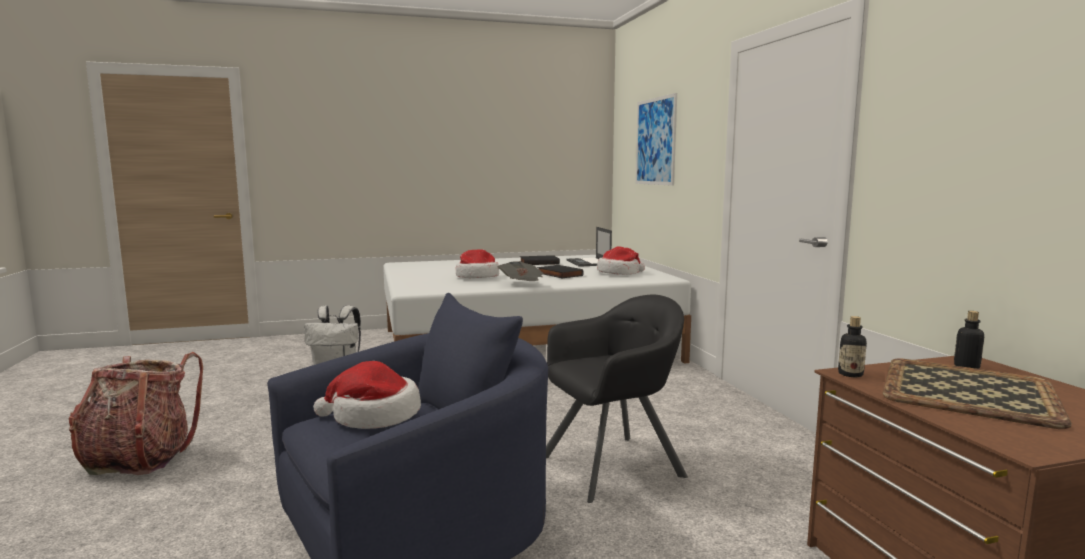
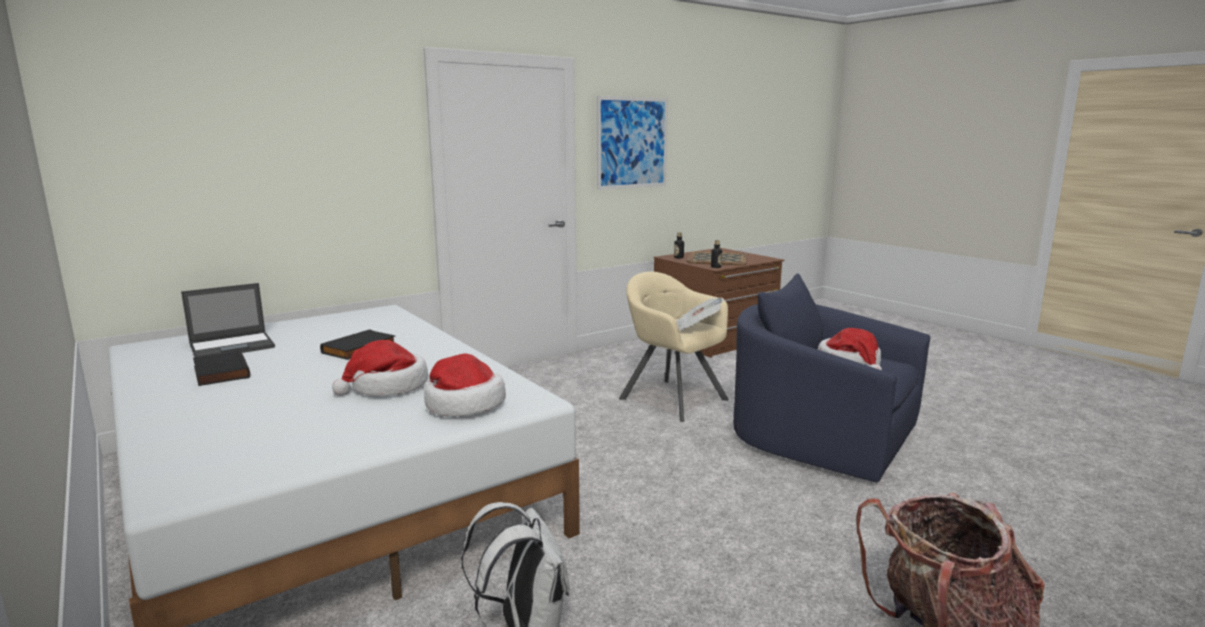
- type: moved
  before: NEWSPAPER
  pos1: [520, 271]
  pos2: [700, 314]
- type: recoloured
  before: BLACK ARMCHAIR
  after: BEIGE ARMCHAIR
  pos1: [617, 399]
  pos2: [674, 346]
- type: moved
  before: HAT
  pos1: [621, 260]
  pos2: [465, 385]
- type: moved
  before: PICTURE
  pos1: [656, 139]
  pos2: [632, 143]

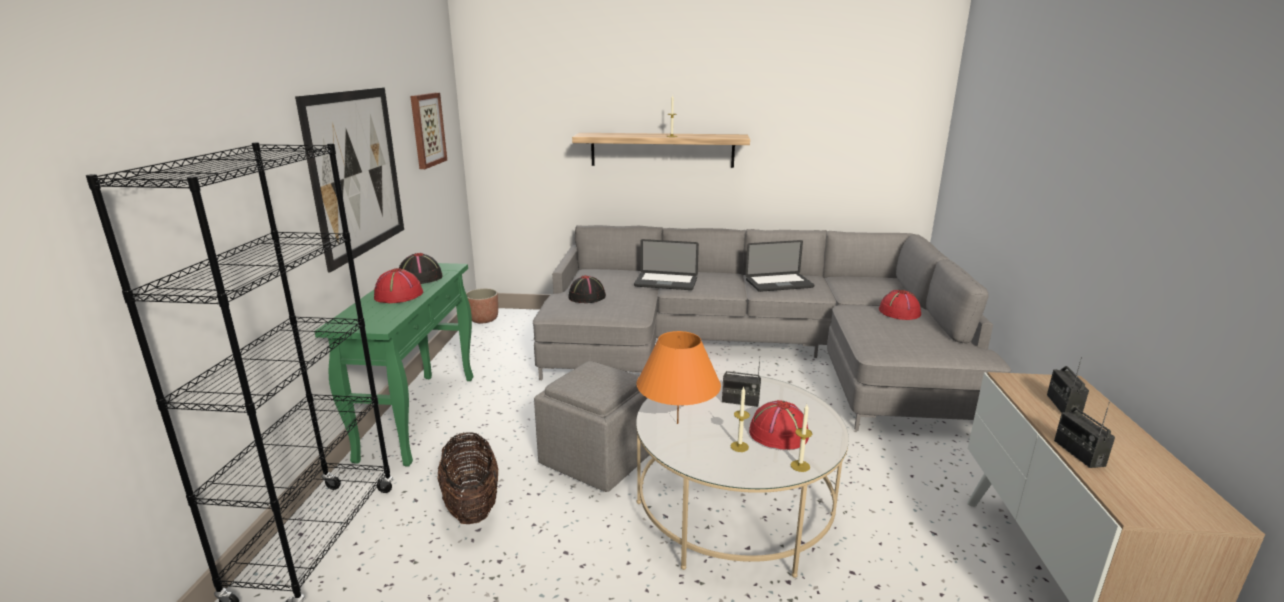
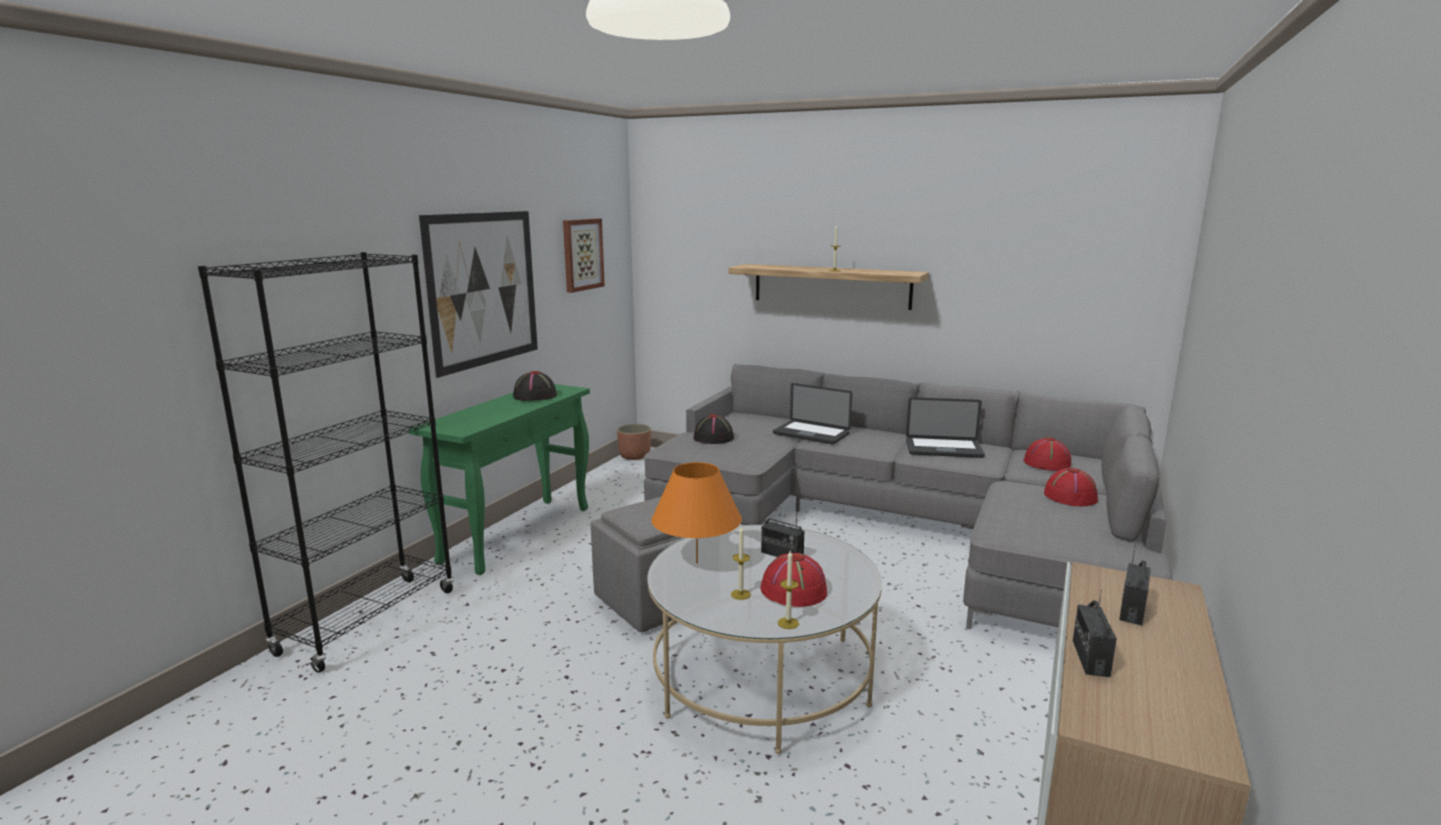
- type: moved
  before: RED HAT
  pos1: [398, 285]
  pos2: [1047, 454]
- type: removed
  before: BASKET
  pos1: [467, 478]

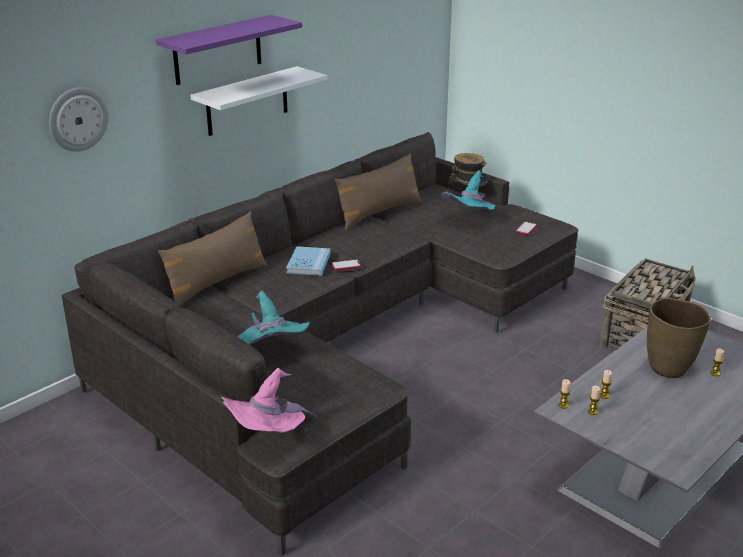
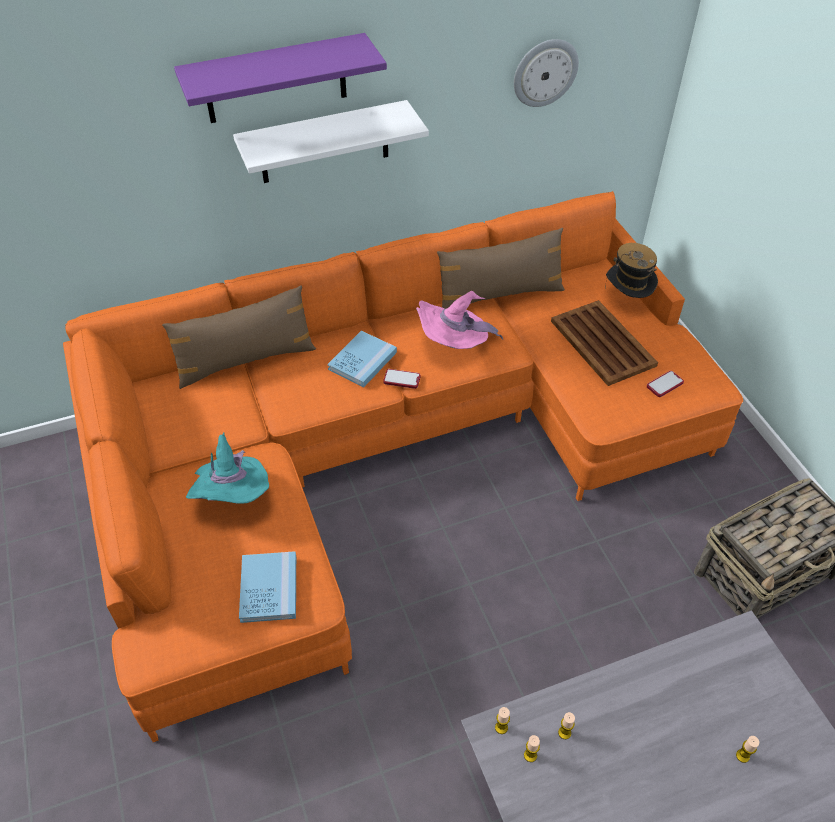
- type: moved
  before: WALL CLOCK
  pos1: [79, 119]
  pos2: [546, 73]
- type: recoloured
  before: GREY SOFA
  after: ORANGE SOFA
  pos1: [320, 344]
  pos2: [403, 466]
- type: moved
  before: PINK HAT
  pos1: [269, 400]
  pos2: [459, 320]
- type: replaced
  before: TURQUOISE HAT
  after: BROWN TRAY
  pos1: [468, 190]
  pos2: [604, 343]
- type: removed
  before: BROWN VASE
  pos1: [679, 338]
- type: added
  after: BLUE BOOK
  pos2: [267, 587]

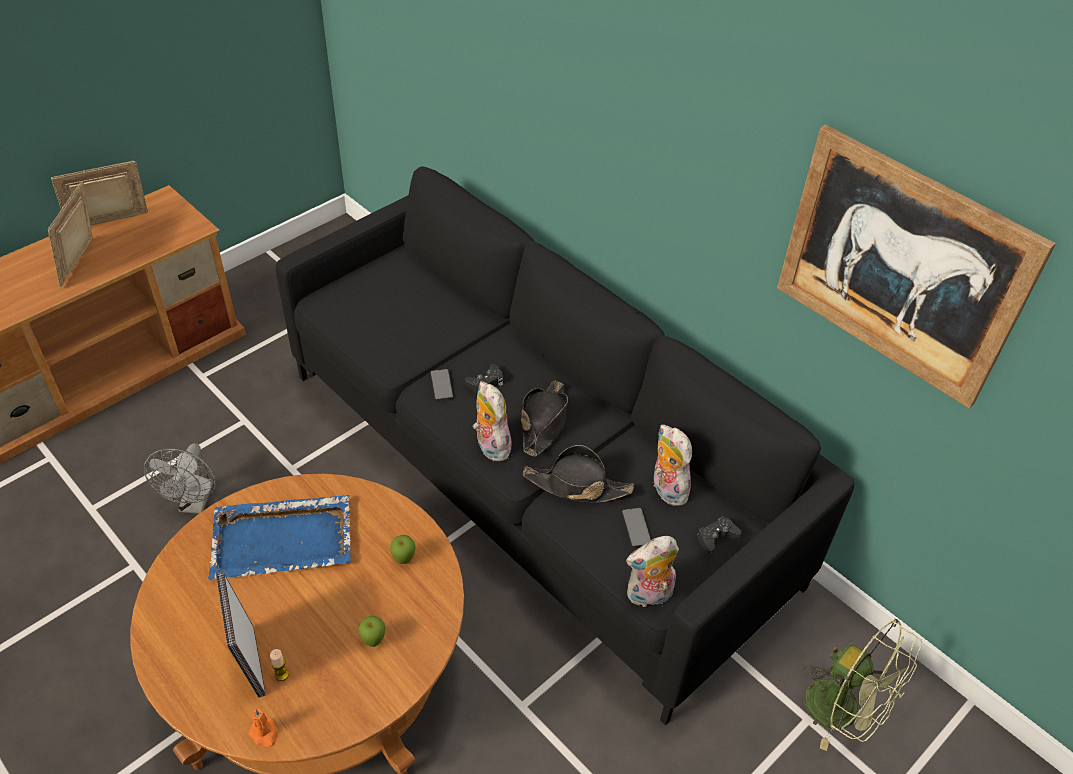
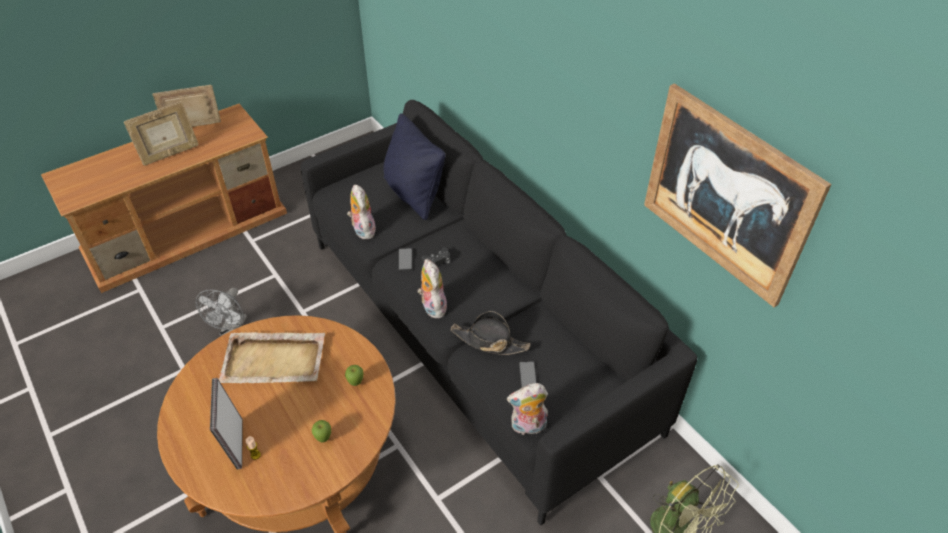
- type: turned
  before: PICTURE FRAME
  pos1: [70, 234]
  pos2: [161, 133]
  turn: -135
- type: recoloured
  before: BLUE TRAY
  after: BEIGE TRAY
  pos1: [279, 537]
  pos2: [272, 358]
- type: removed
  before: ORANGE CANDLE
  pos1: [263, 728]
- type: removed
  before: BLACK HAT
  pos1: [544, 418]
- type: moved
  before: PLUSH TOY
  pos1: [672, 465]
  pos2: [361, 212]
- type: removed
  before: BLACK GAME CONTROLLER
  pos1: [719, 535]
- type: added
  after: BLACK PILLOW
  pos2: [414, 166]

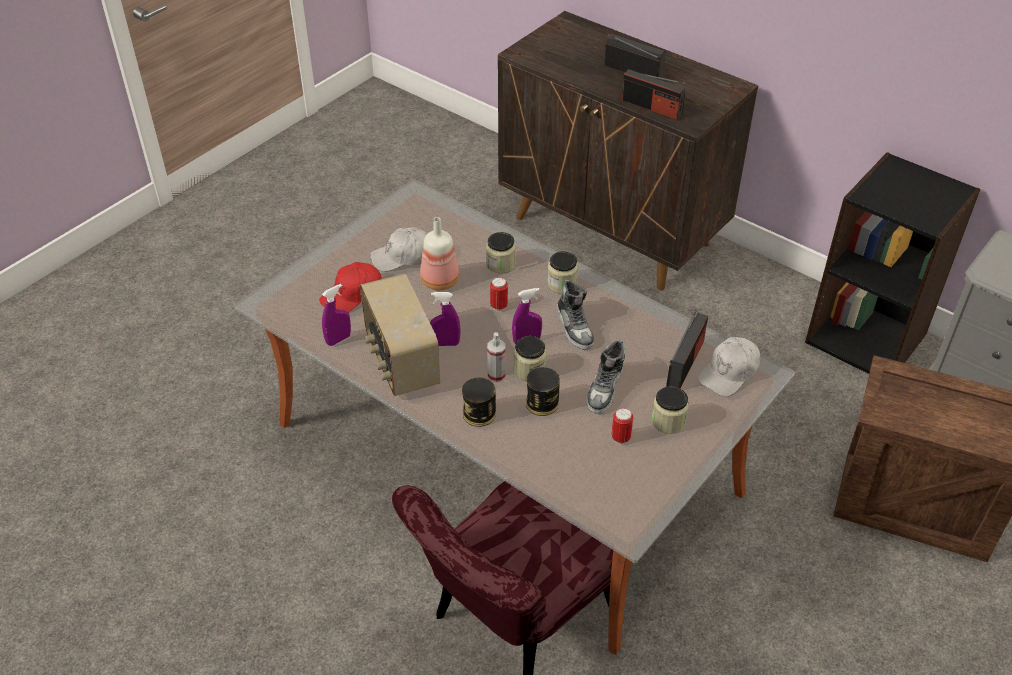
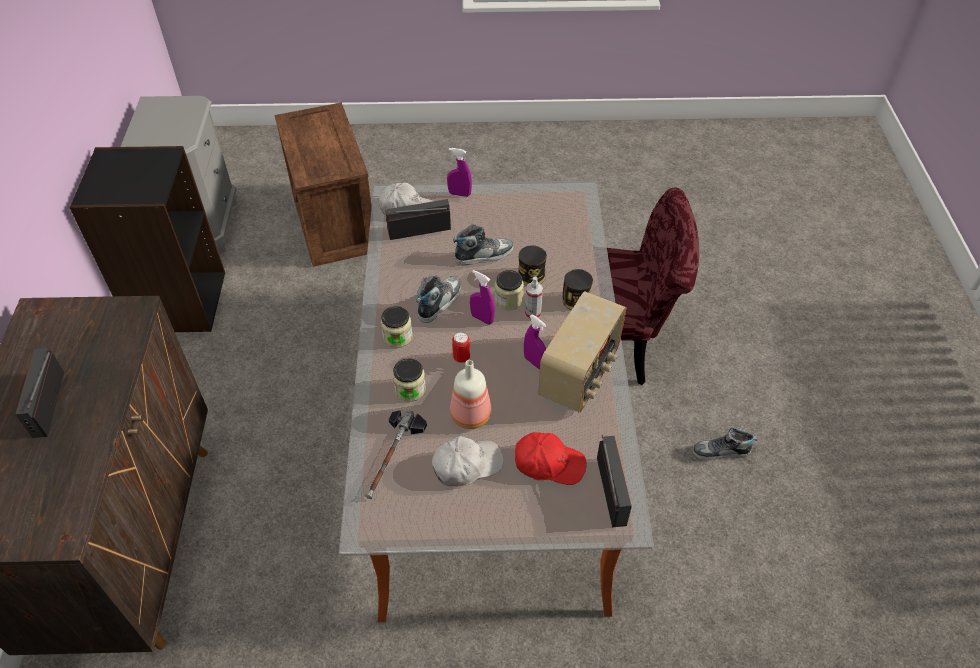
- type: moved
  before: PURPLE SPRAY BOTTLE
  pos1: [336, 315]
  pos2: [459, 172]
- type: turned
  before: WHITE CAP
  pos1: [399, 249]
  pos2: [467, 461]
  turn: -60
- type: removed
  before: CAN
  pos1: [622, 426]
- type: moved
  before: RADIO
  pos1: [653, 94]
  pos2: [614, 481]
- type: removed
  before: JAR
  pos1: [670, 410]
- type: added
  after: HAMMER
  pos2: [396, 454]
- type: added
  after: SHOE
  pos2: [724, 444]

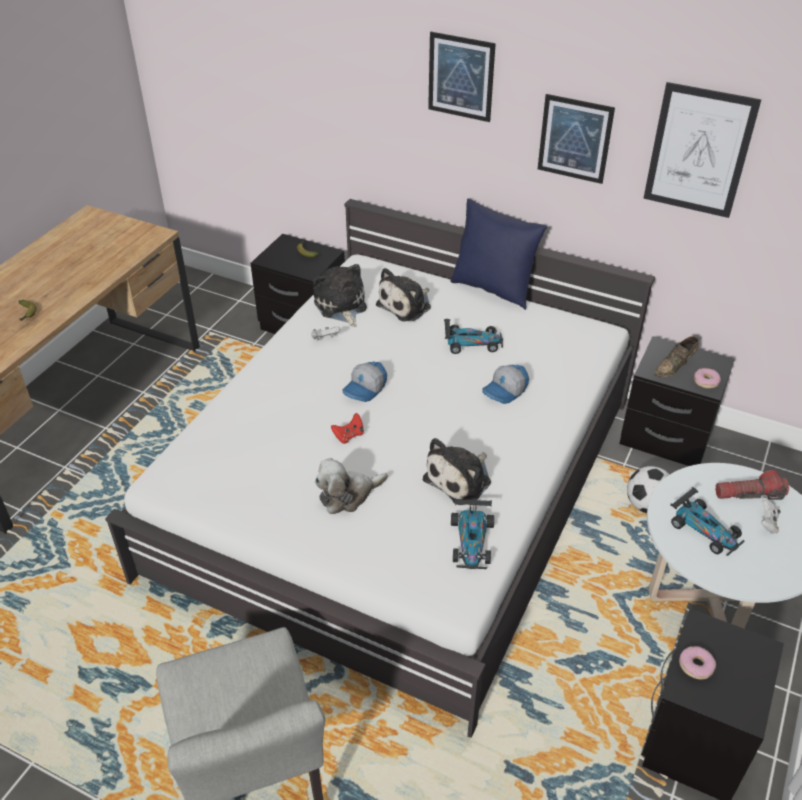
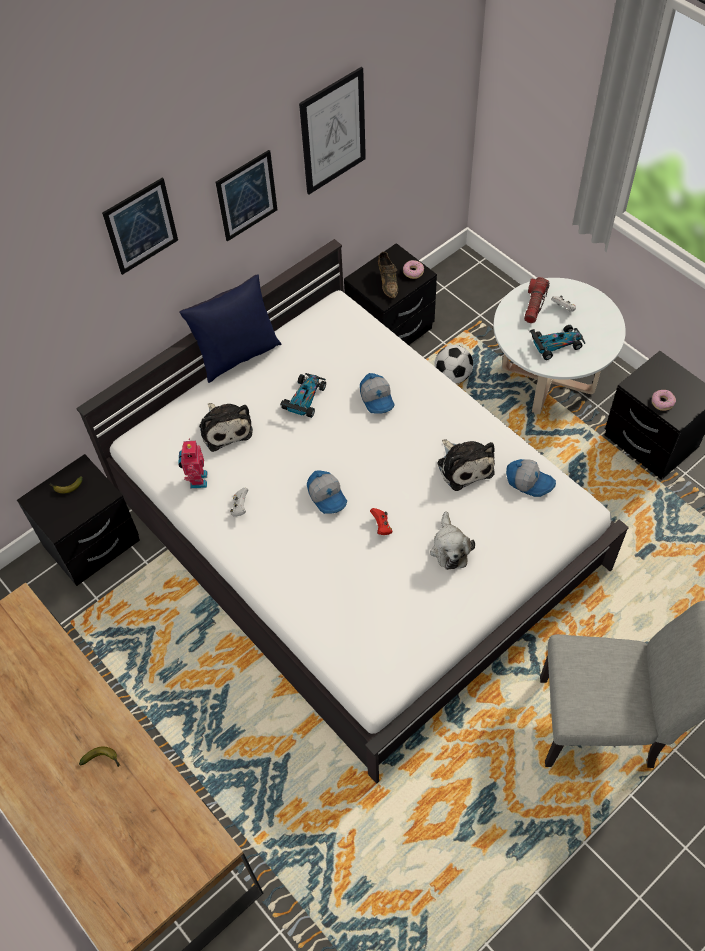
- type: replaced
  before: PLUSH TOY
  after: TOY ROBOT
  pos1: [340, 295]
  pos2: [192, 463]
- type: replaced
  before: TOY CAR
  after: CAP
  pos1: [472, 533]
  pos2: [531, 478]

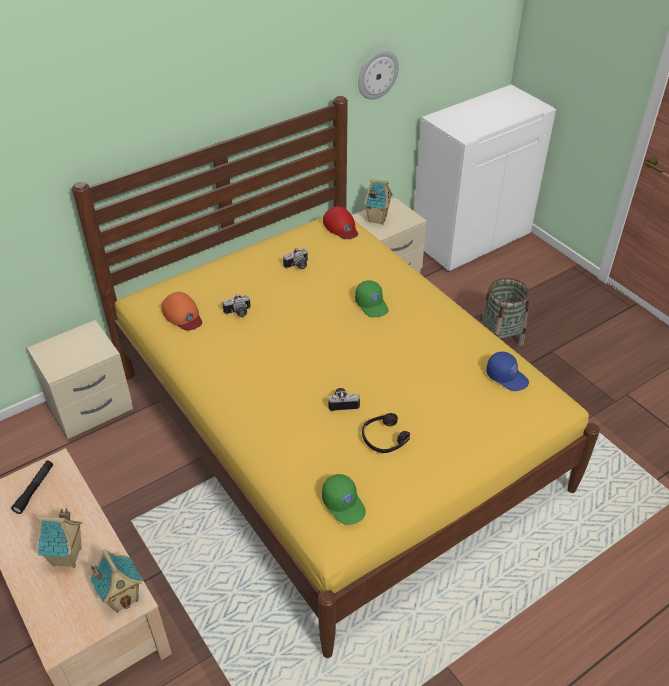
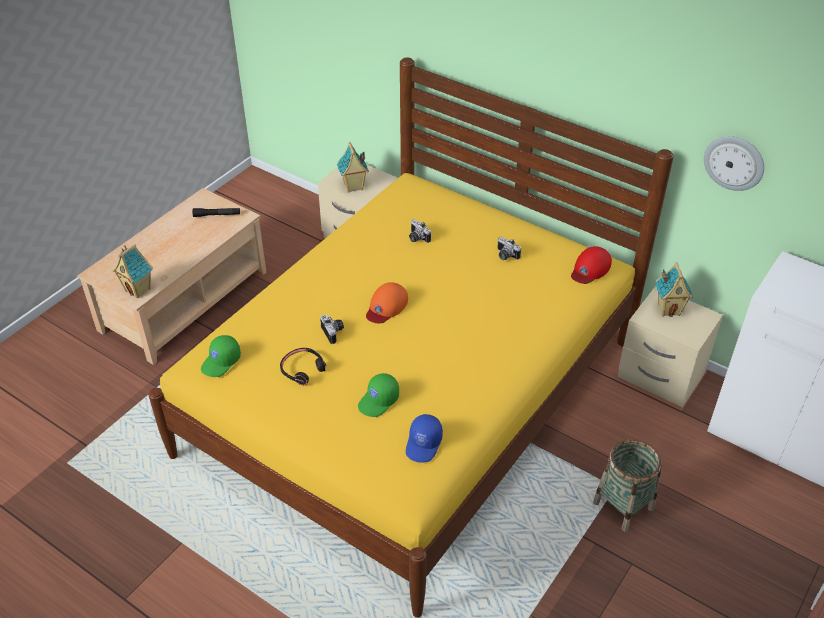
- type: moved
  before: TOY HOUSE
  pos1: [58, 538]
  pos2: [353, 167]
- type: moved
  before: ORANGE CAP
  pos1: [182, 311]
  pos2: [387, 302]
- type: moved
  before: GREEN CAP
  pos1: [372, 298]
  pos2: [378, 395]

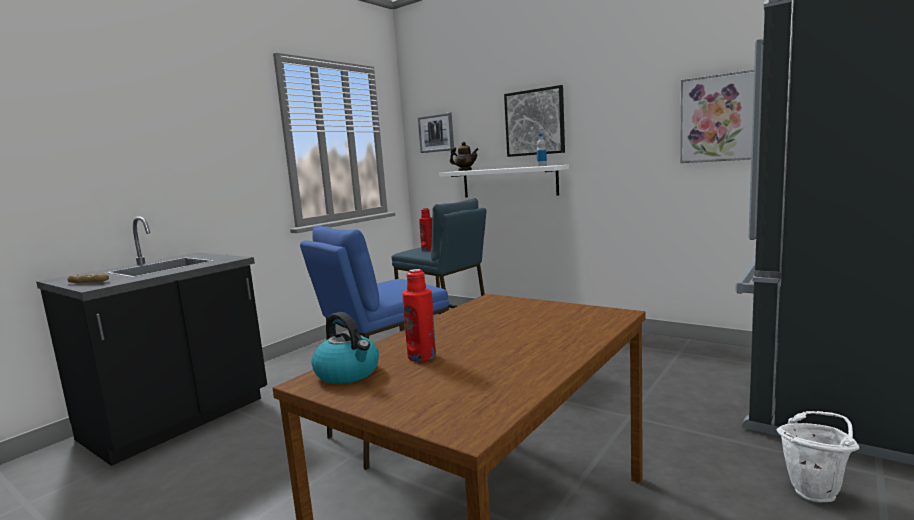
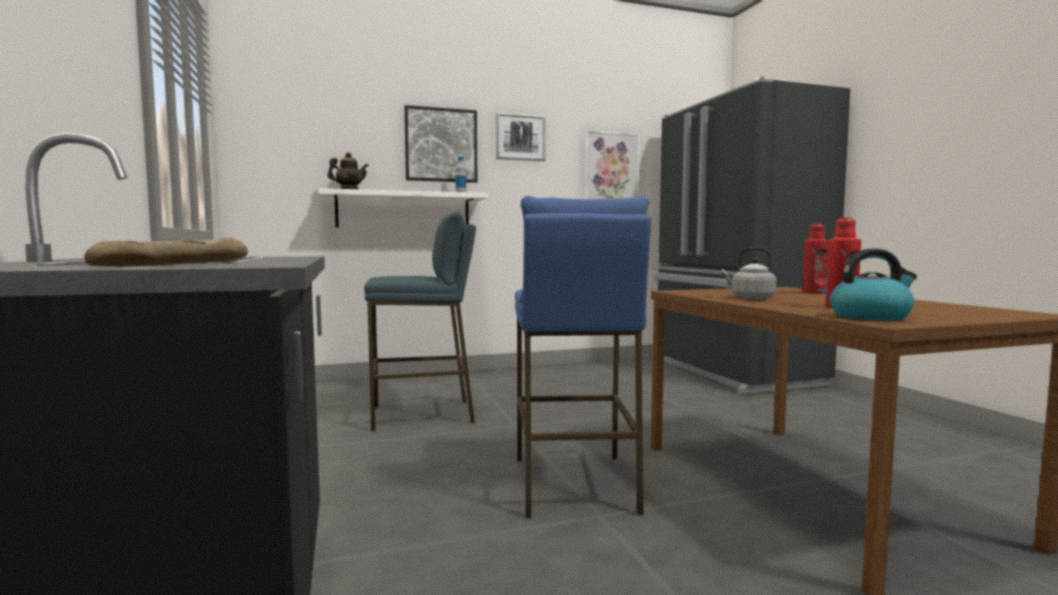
- type: moved
  before: PICTURE
  pos1: [436, 133]
  pos2: [521, 136]
- type: moved
  before: RED BOTTLE
  pos1: [425, 229]
  pos2: [815, 258]
- type: removed
  before: WHITE BUCKET
  pos1: [818, 456]
- type: added
  after: GREY KETTLE
  pos2: [749, 273]

